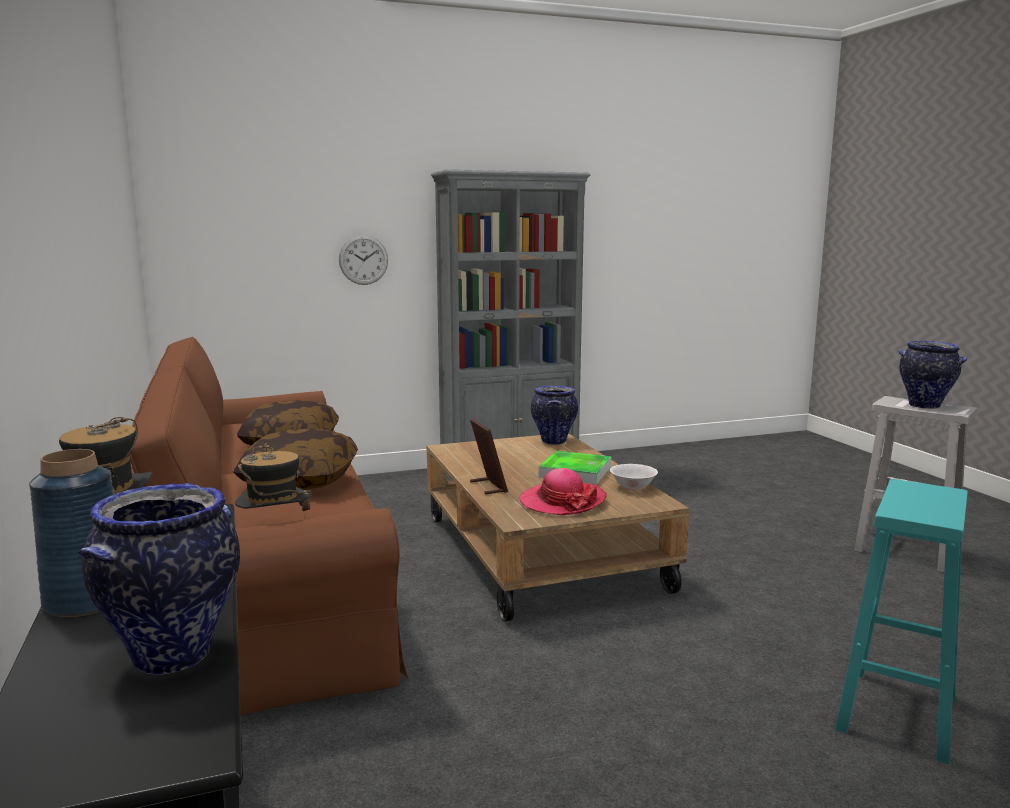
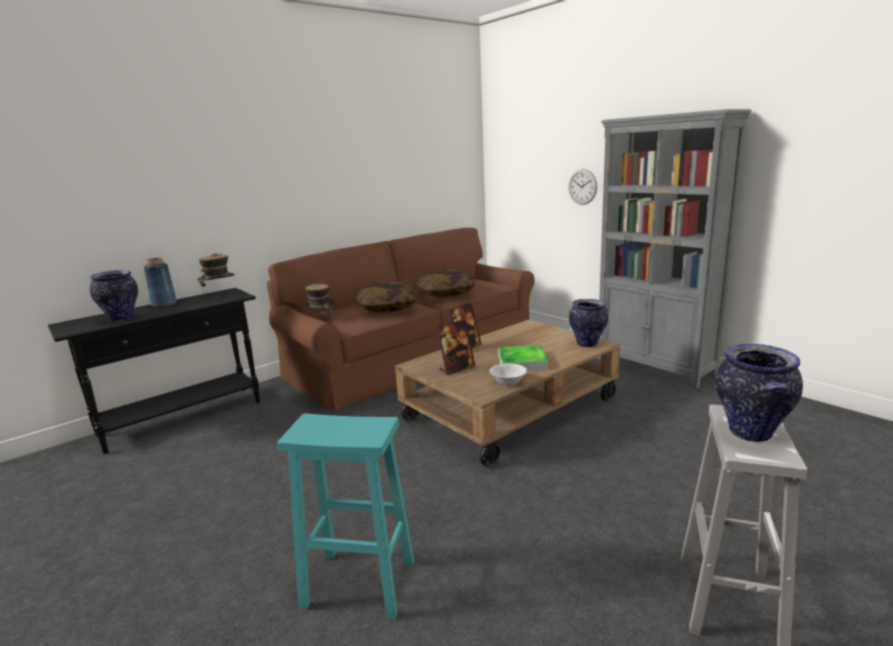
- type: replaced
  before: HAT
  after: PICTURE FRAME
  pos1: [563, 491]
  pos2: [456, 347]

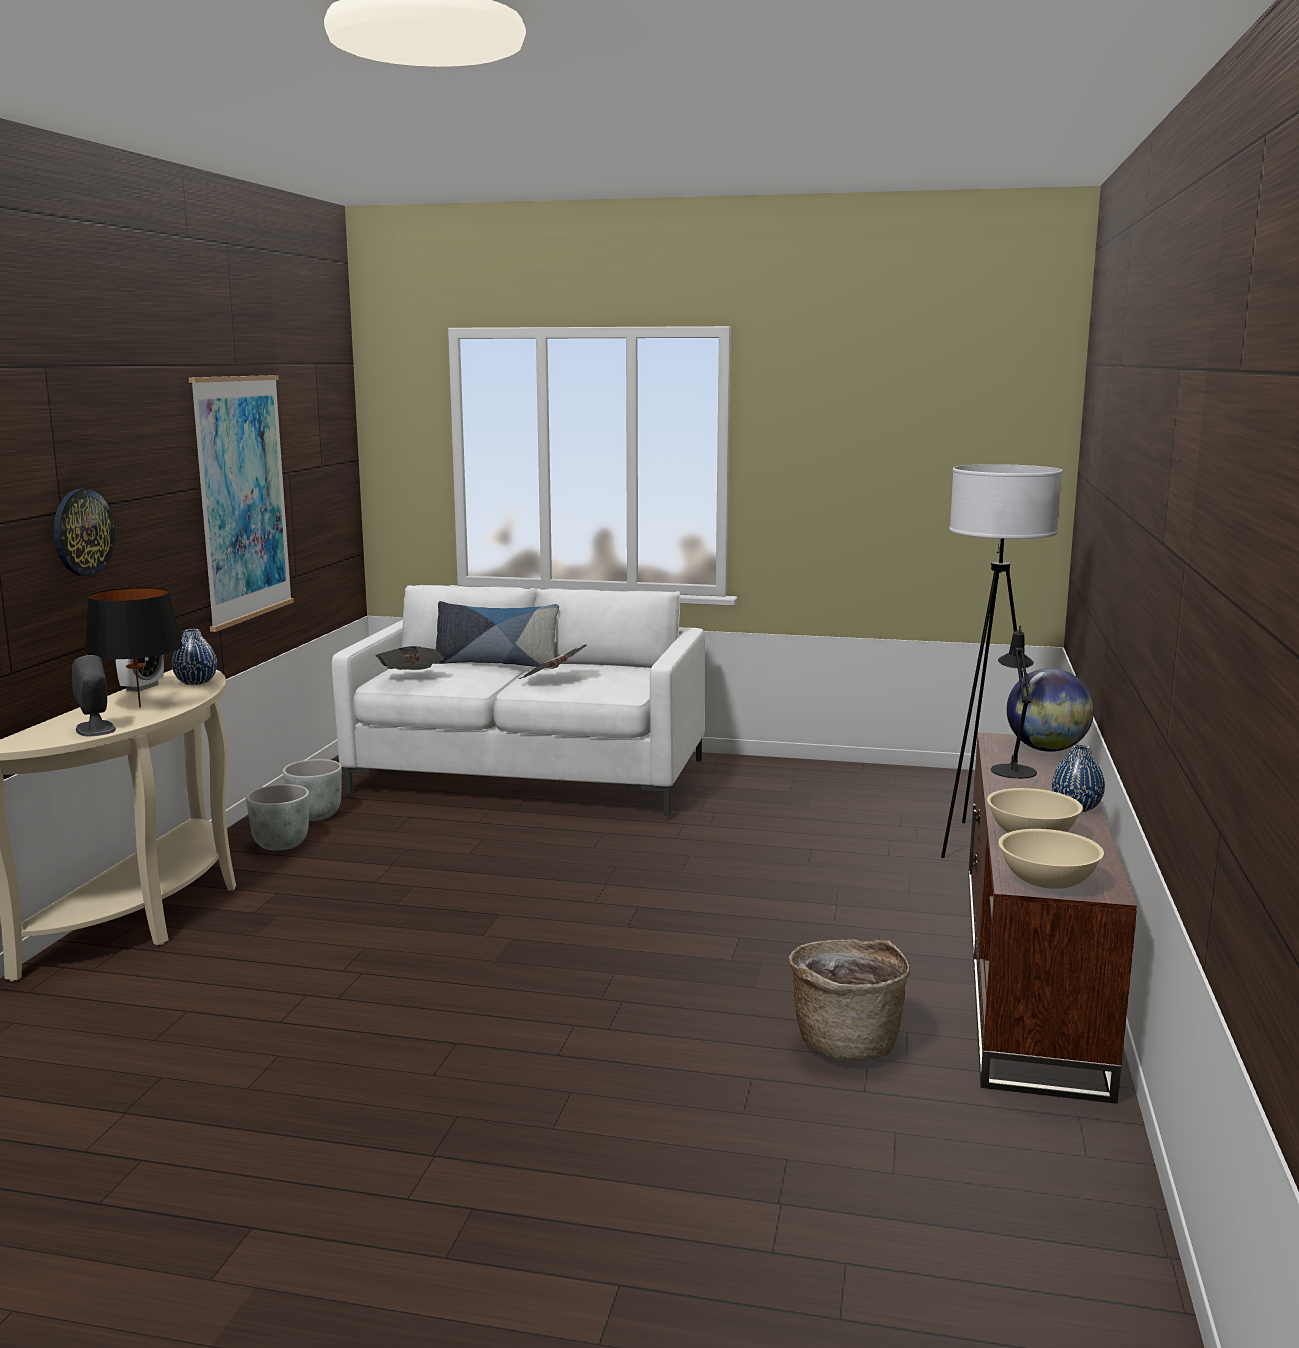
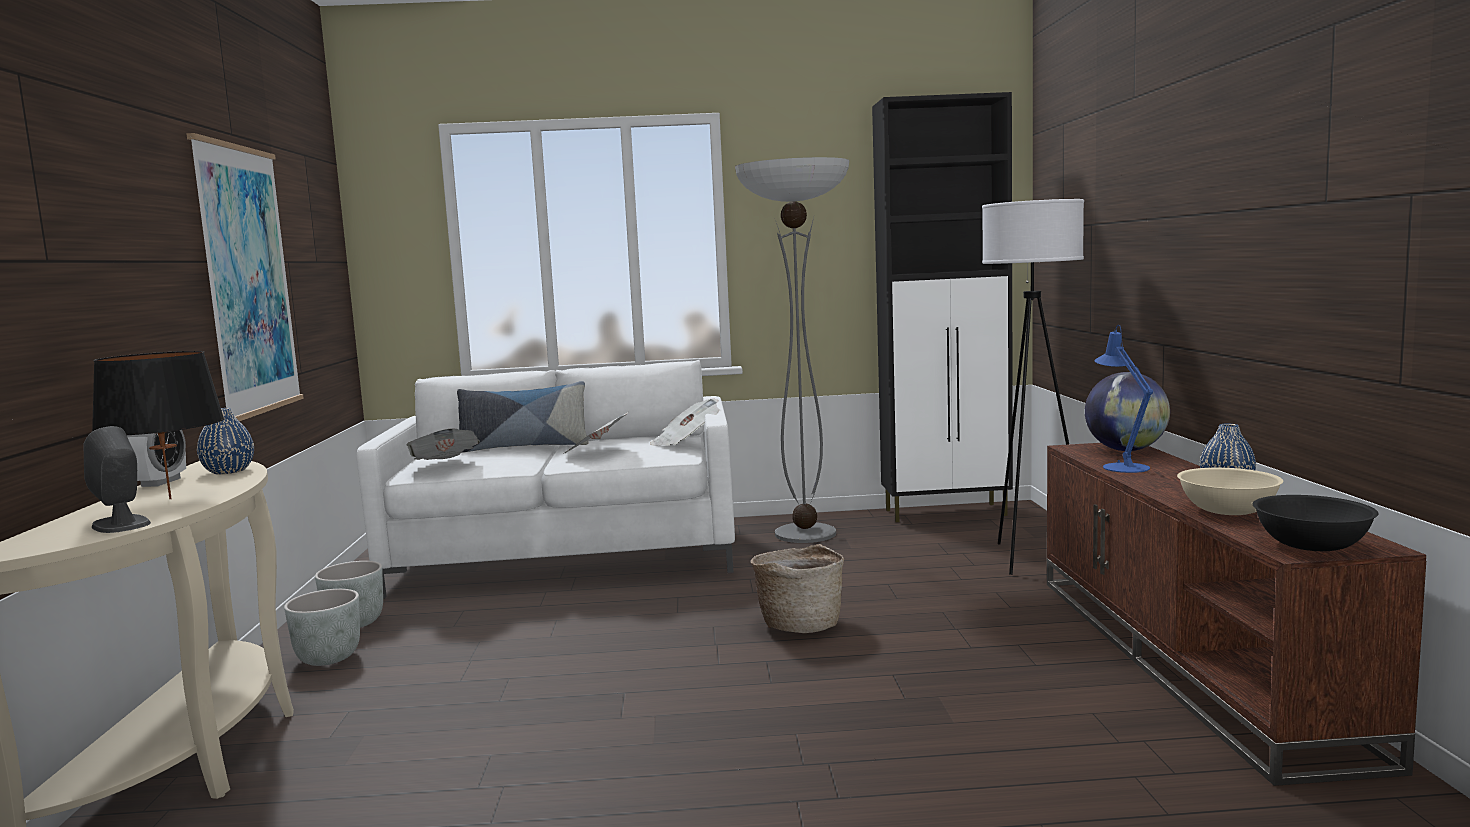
- type: removed
  before: WALL CLOCK
  pos1: [84, 532]
- type: moved
  before: BASKET
  pos1: [849, 1000]
  pos2: [797, 588]
- type: recoloured
  before: BLACK TABLE LAMP
  after: BLUE TABLE LAMP
  pos1: [1014, 702]
  pos2: [1123, 399]
- type: recoloured
  before: BEIGE BOWL
  after: BLACK BOWL
  pos1: [1051, 859]
  pos2: [1316, 523]
- type: added
  after: NEWSPAPER
  pos2: [684, 422]
- type: added
  after: FLOOR LAMP
  pos2: [792, 350]
- type: added
  after: BLACK CABINET
  pos2: [942, 307]

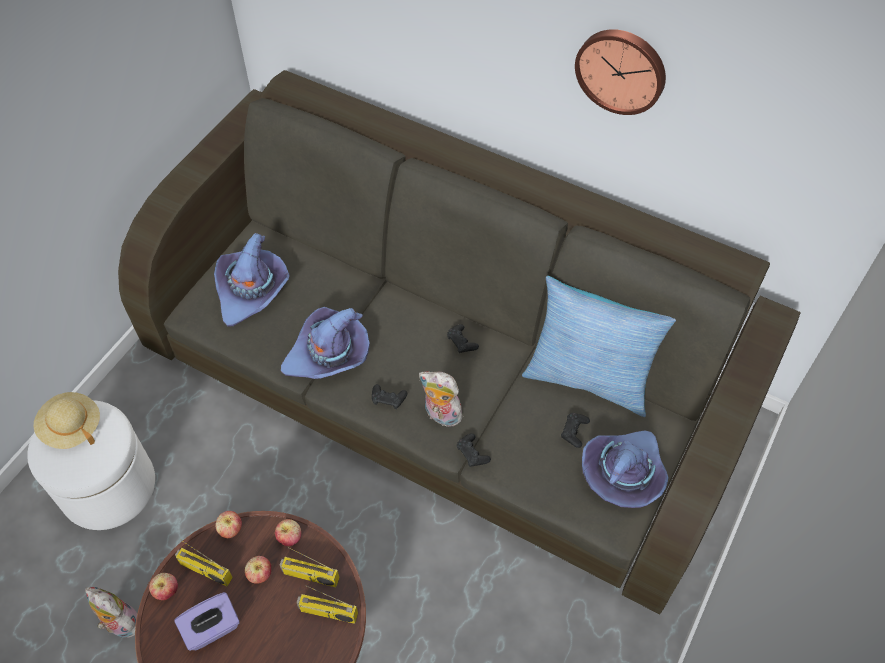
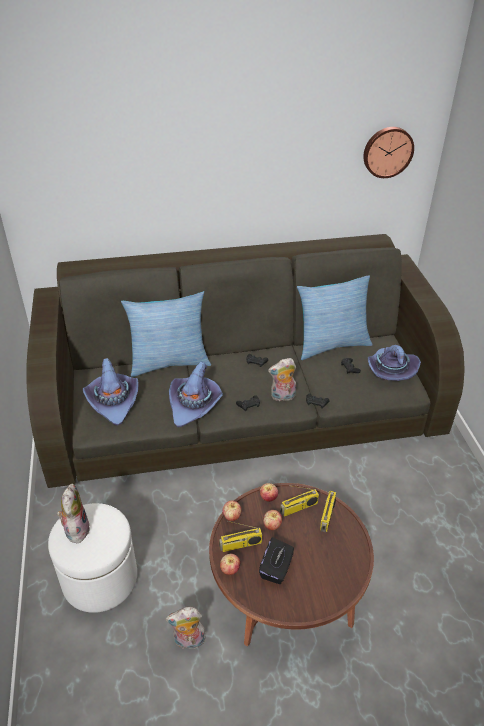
- type: replaced
  before: BEIGE HAT
  after: PLUSH TOY
  pos1: [66, 420]
  pos2: [73, 513]
- type: recoloured
  before: PURPLE TISSUE BOX
  after: BLACK TISSUE BOX
  pos1: [207, 621]
  pos2: [276, 560]
- type: turned
  before: RADIO
  pos1: [327, 604]
  pos2: [328, 511]
  turn: -45
- type: moved
  before: WALL CLOCK
  pos1: [620, 72]
  pos2: [388, 152]
- type: added
  after: PILLOW
  pos2: [166, 334]

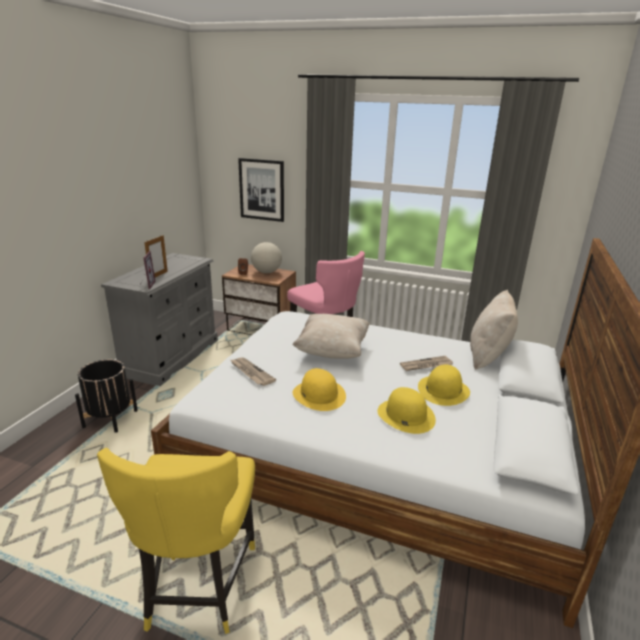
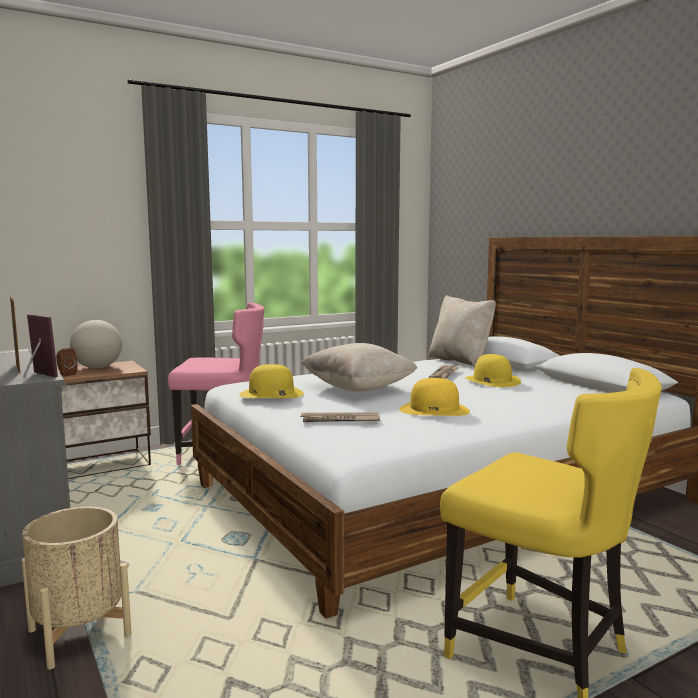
- type: recoloured
  before: BLACK PLANTER
  after: BEIGE PLANTER
  pos1: [106, 396]
  pos2: [77, 588]
- type: removed
  before: PICTURE
  pos1: [261, 190]
- type: moved
  before: YELLOW HAT
  pos1: [406, 410]
  pos2: [271, 381]

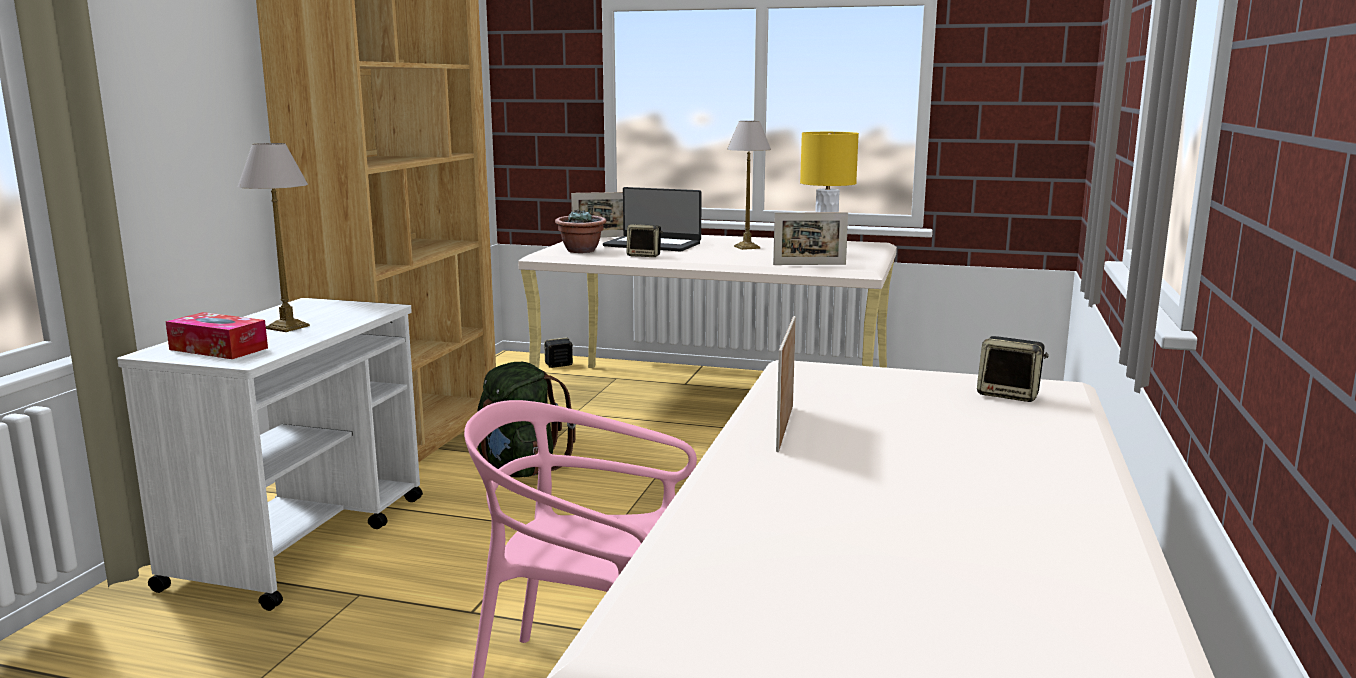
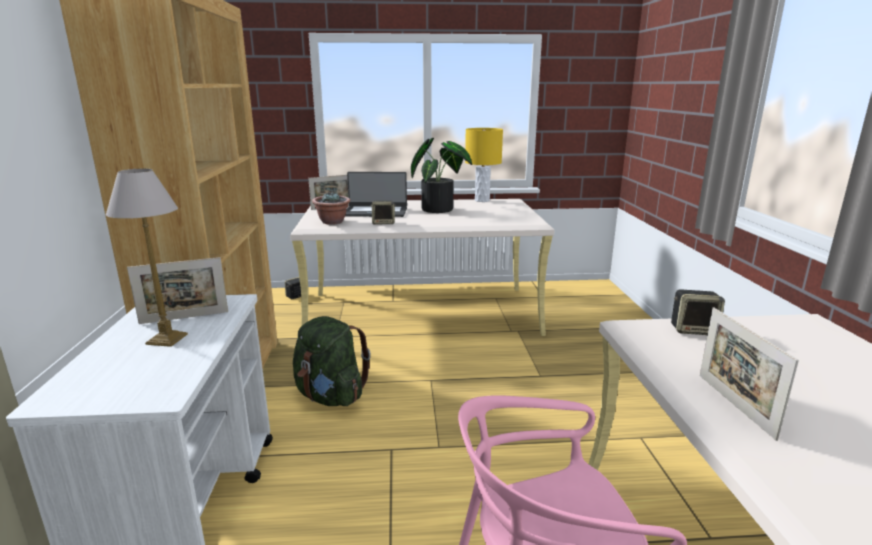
- type: removed
  before: TISSUE BOX
  pos1: [216, 335]
- type: replaced
  before: TABLE LAMP
  after: POTTED PLANT
  pos1: [749, 185]
  pos2: [441, 175]
- type: moved
  before: PICTURE FRAME
  pos1: [810, 238]
  pos2: [177, 290]
- type: moved
  before: SPEAKER
  pos1: [1013, 369]
  pos2: [698, 312]

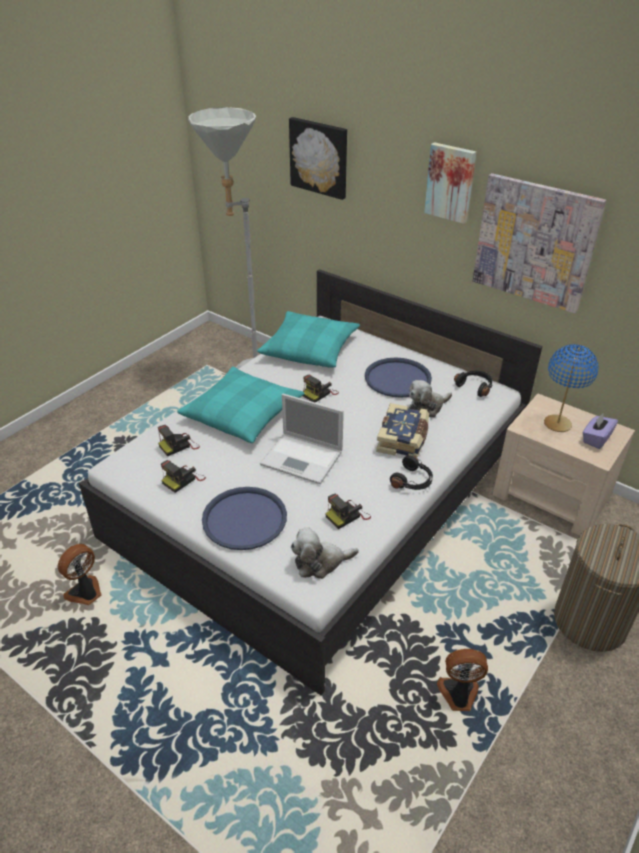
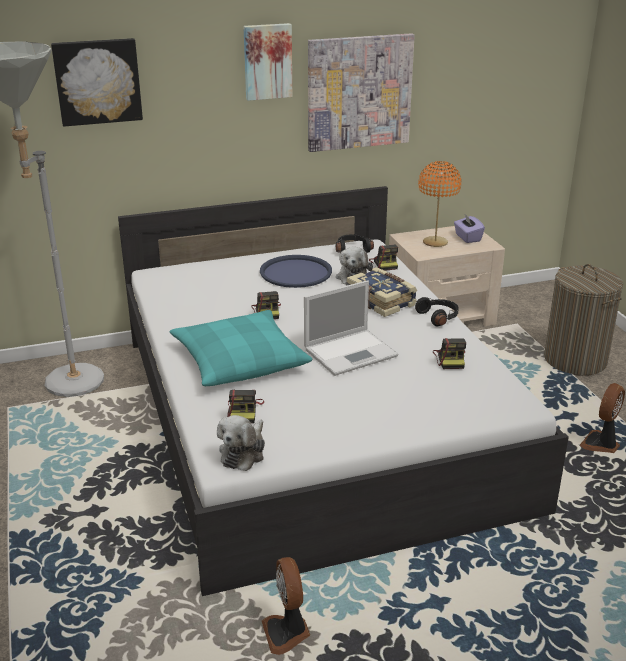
- type: moved
  before: PHOTO CAMERA
  pos1: [183, 476]
  pos2: [383, 258]
- type: removed
  before: BLUE TRAY
  pos1: [244, 518]
- type: removed
  before: TURQUOISE PILLOW
  pos1: [308, 339]
- type: moved
  before: PLUSH TOY
  pos1: [325, 553]
  pos2: [241, 443]
- type: recoloured
  before: BLUE TABLE LAMP
  after: ORANGE TABLE LAMP
  pos1: [571, 388]
  pos2: [440, 204]

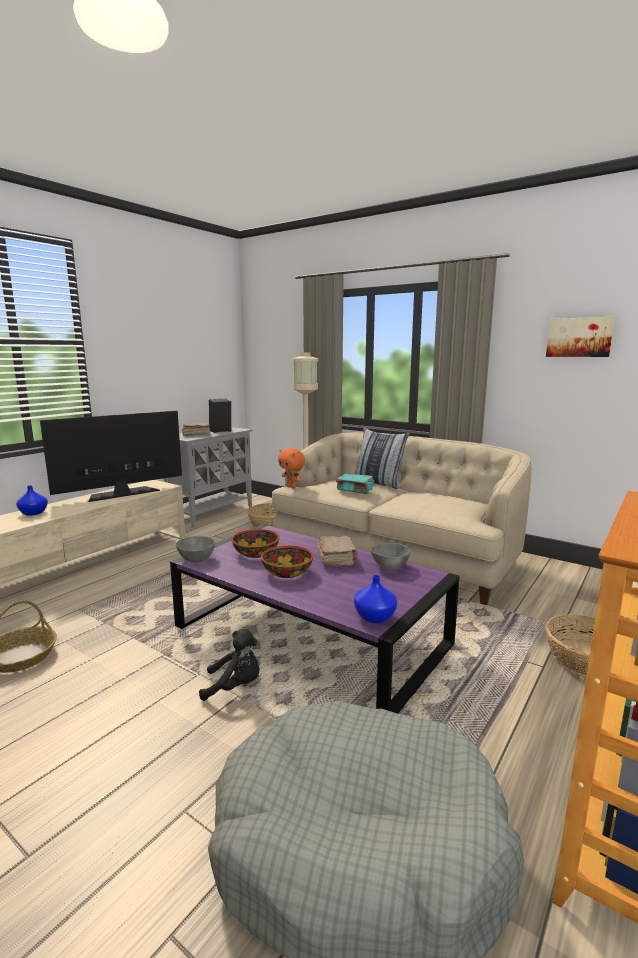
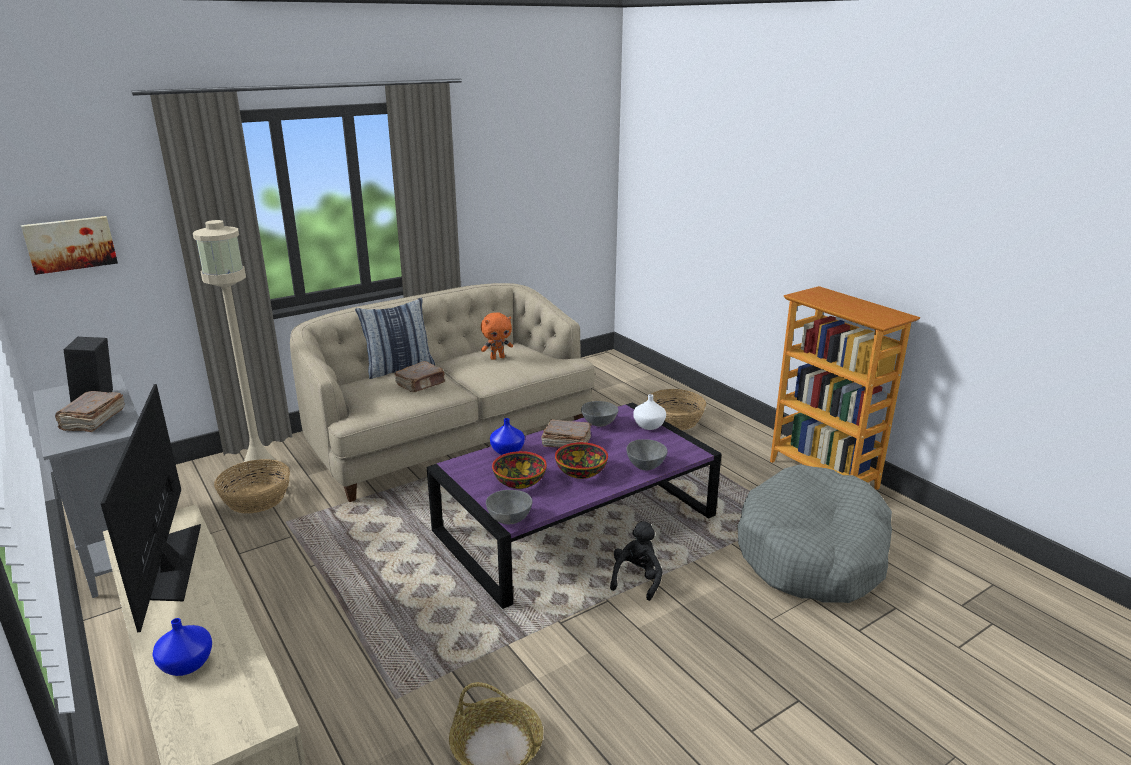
- type: moved
  before: ORANGE PLUSH TOY
  pos1: [291, 468]
  pos2: [497, 336]
- type: recoloured
  before: TURQUOISE BOOK
  after: BROWN BOOK
  pos1: [355, 484]
  pos2: [420, 376]
- type: moved
  before: BLUE VASE
  pos1: [375, 599]
  pos2: [507, 436]
- type: moved
  before: PICTURE
  pos1: [580, 337]
  pos2: [69, 245]
- type: added
  after: GREY BOWL
  pos2: [647, 454]
- type: added
  after: WHITE VASE
  pos2: [649, 412]

